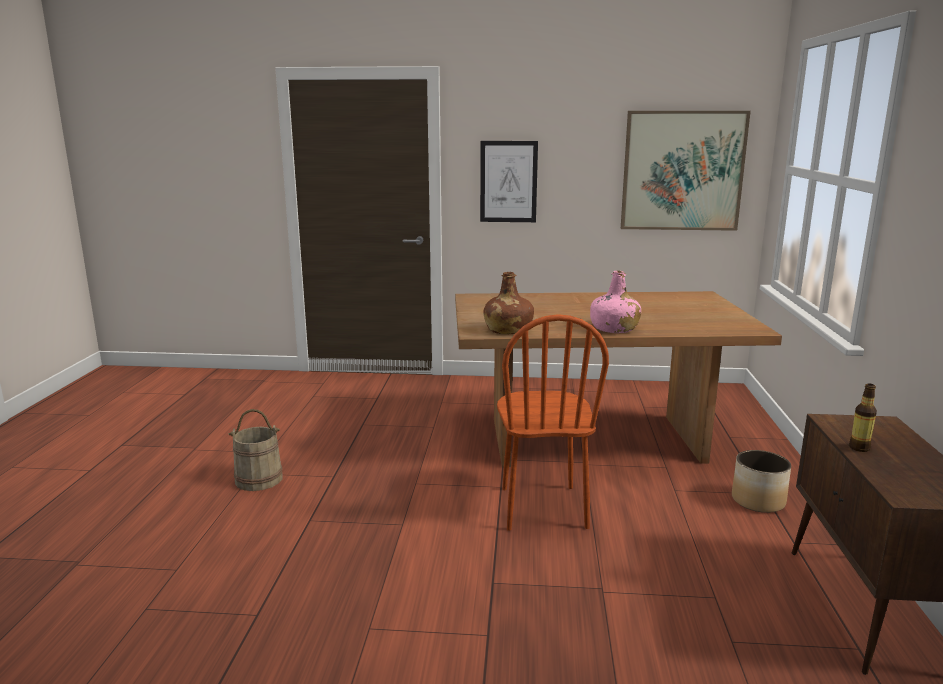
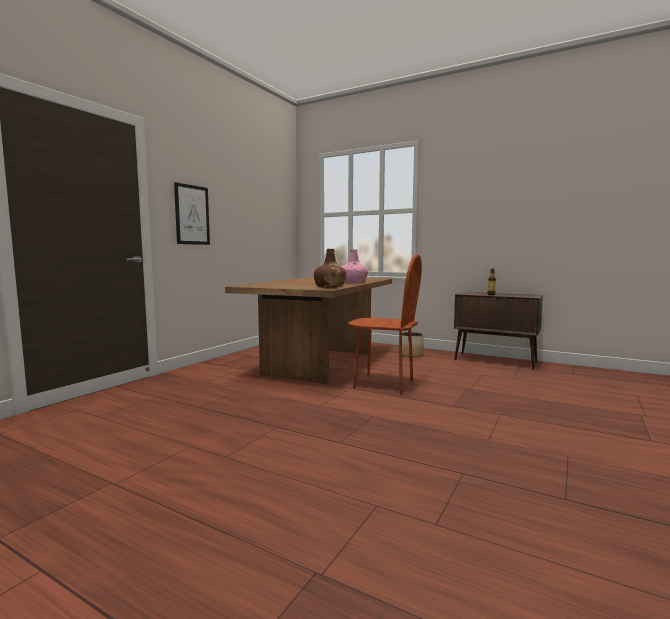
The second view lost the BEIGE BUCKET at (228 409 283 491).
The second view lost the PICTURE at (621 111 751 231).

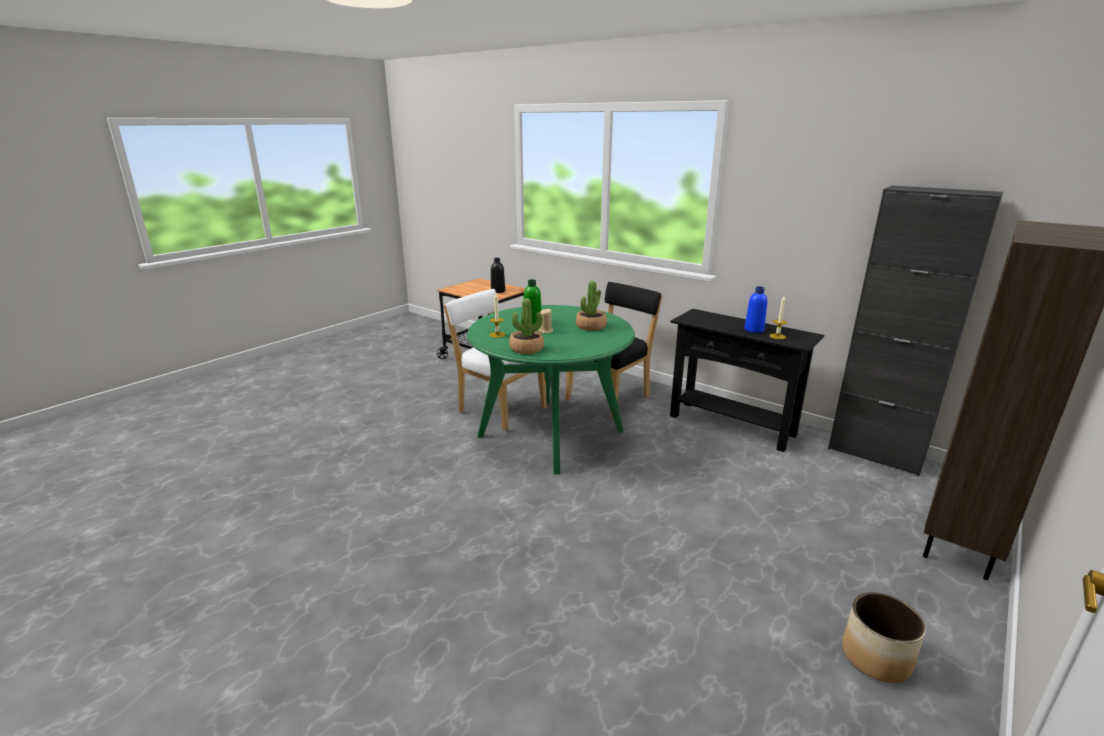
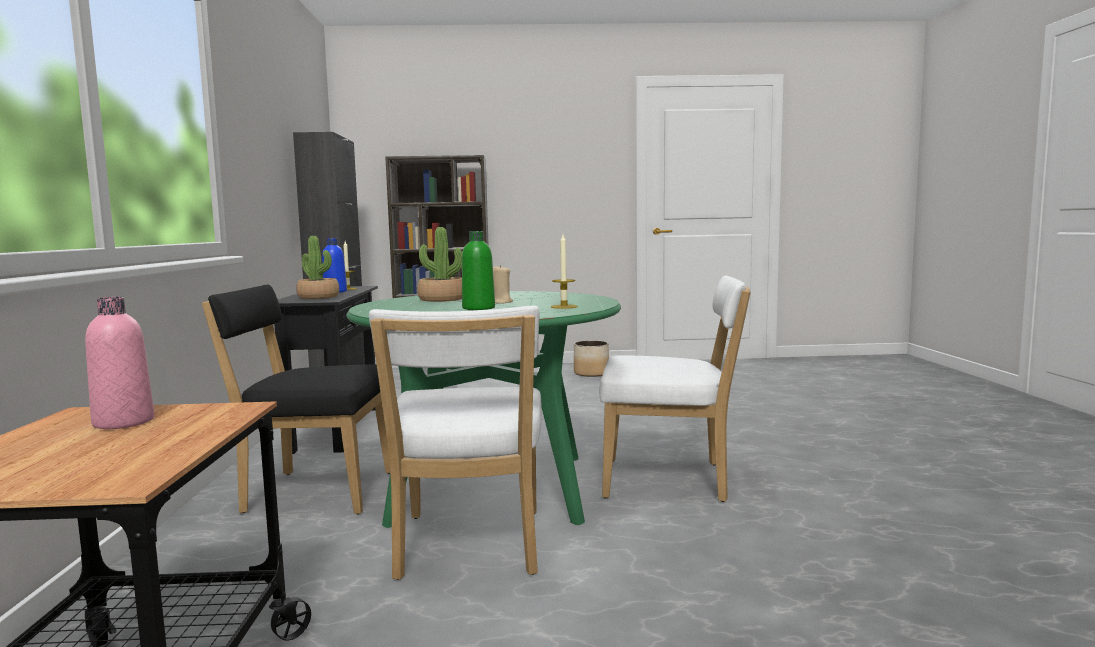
The second view gained the WHITE CHAIR at (599 275 751 502).
The POTTED PLANT ended up elsewhere, having gone from (509 298 544 354) to (296 236 339 299).
What was the BLACK BOTTLE at (491 258 505 293) turned into the PINK BOTTLE at (85 297 154 429).

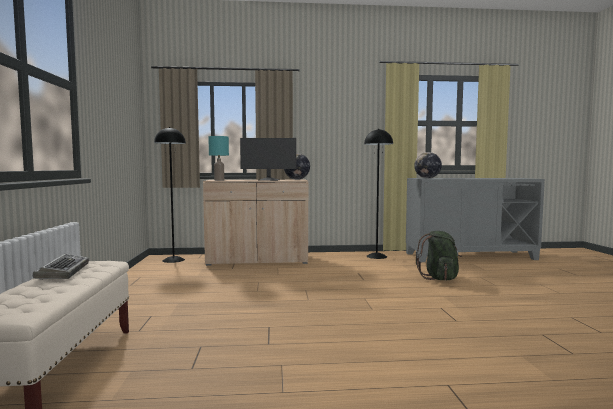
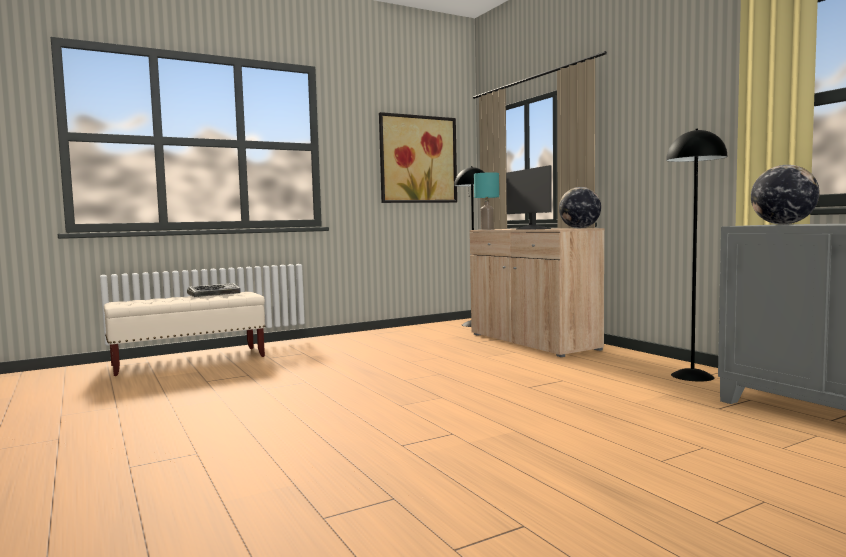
The second view lost the GREEN BACKPACK at (416 231 462 280).
The second view gained the PICTURE at (379 112 457 203).

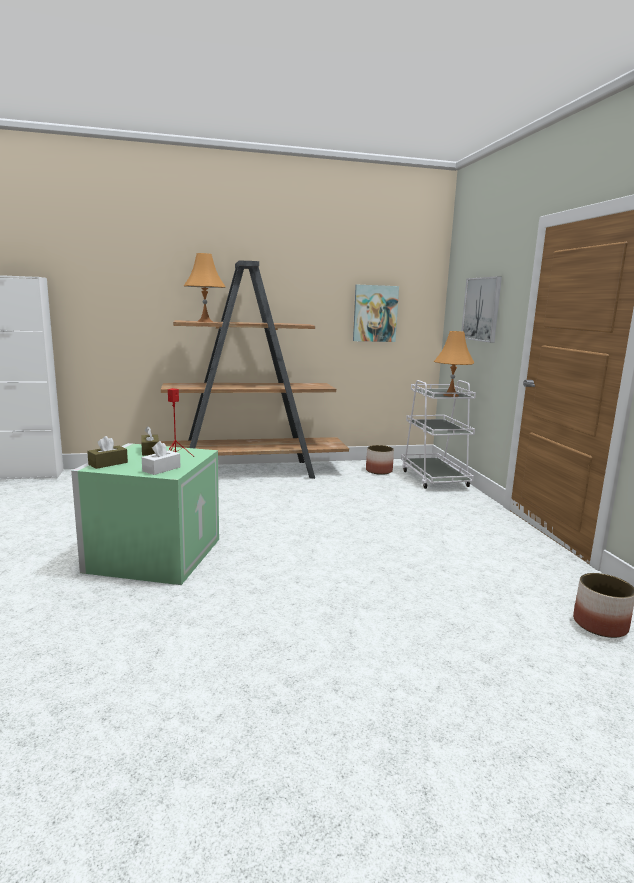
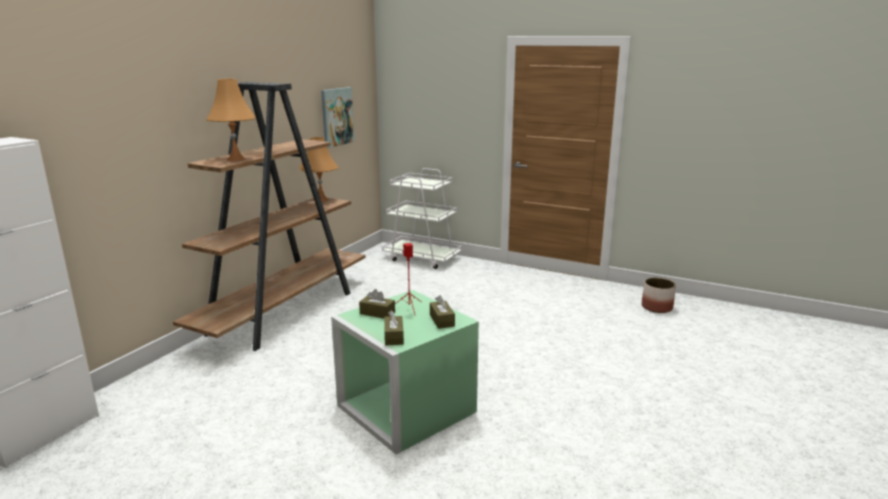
The second view lost the PLANTER at (366 445 394 475).
The second view lost the PICTURE at (462 276 502 343).
The ORANGE TABLE LAMP ended up elsewhere, having gone from (434 331 475 397) to (299 137 339 202).
What was the WHITE TISSUE BOX at (142 441 180 475) turned into the BROWN TISSUE BOX at (430 295 455 329).

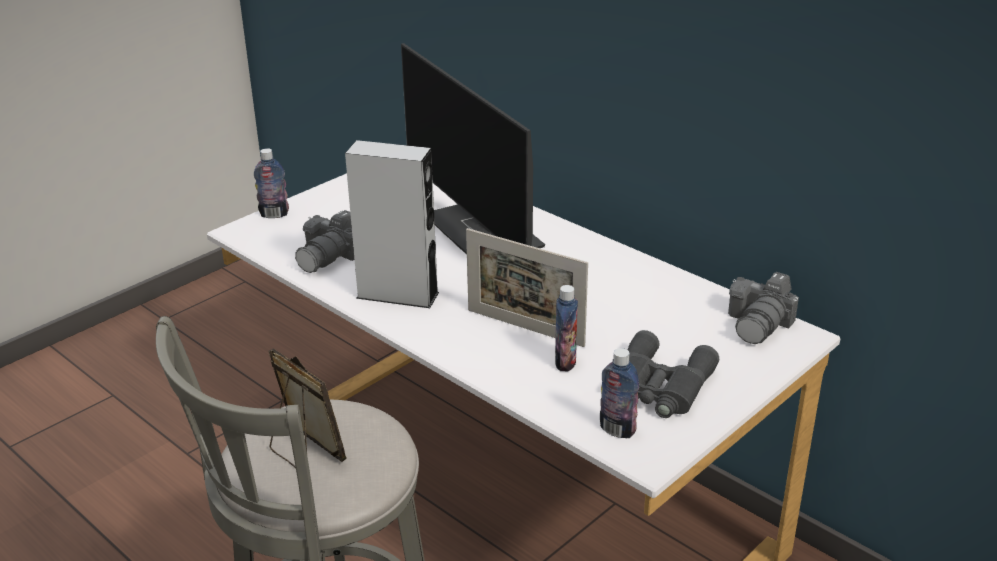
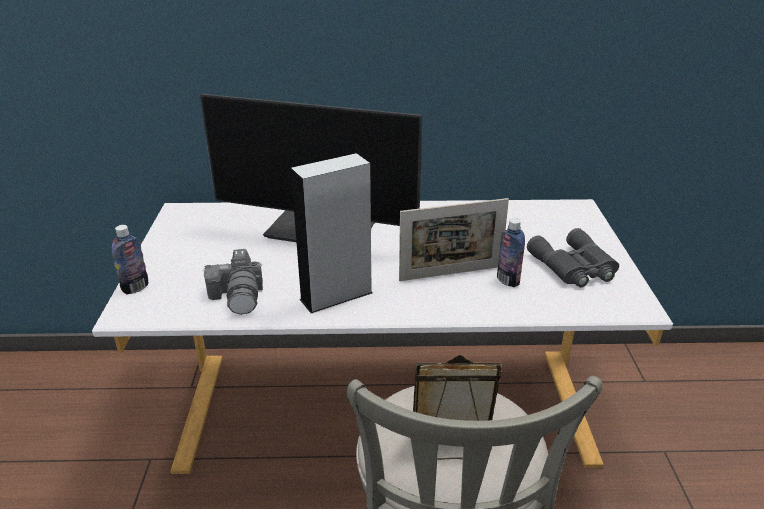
The second view lost the BOTTLE at (600 348 639 438).
The second view lost the PHOTO CAMERA at (728 272 799 344).

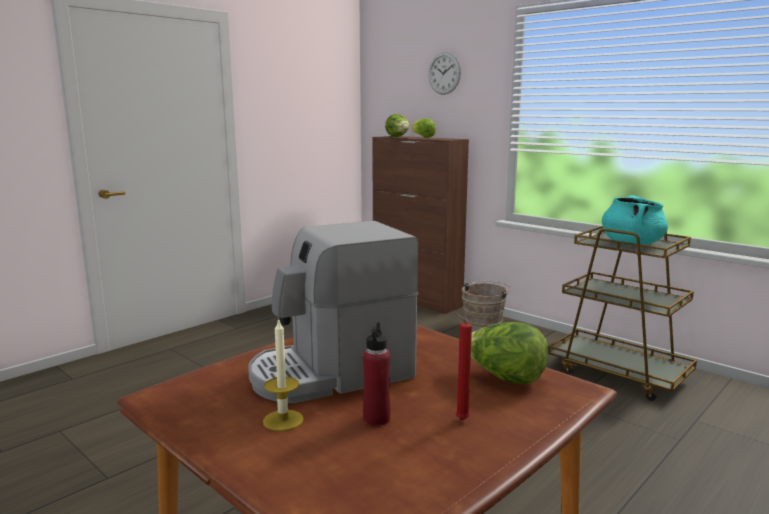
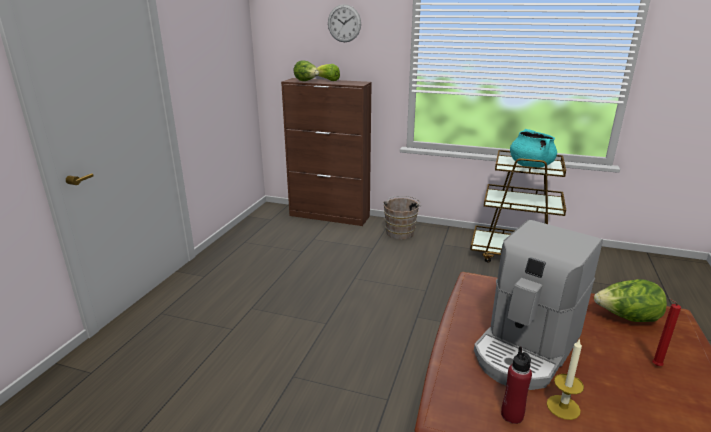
The RED BOTTLE ended up elsewhere, having gone from (363 322 391 426) to (501 347 532 424).

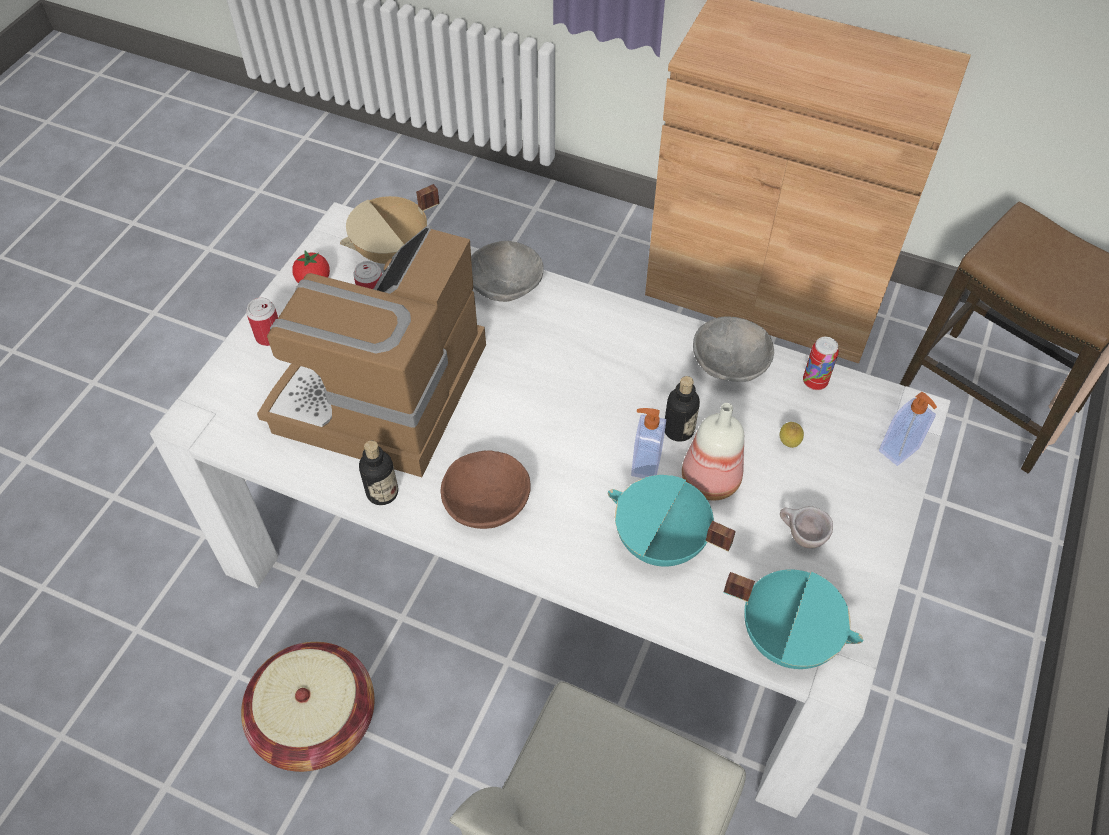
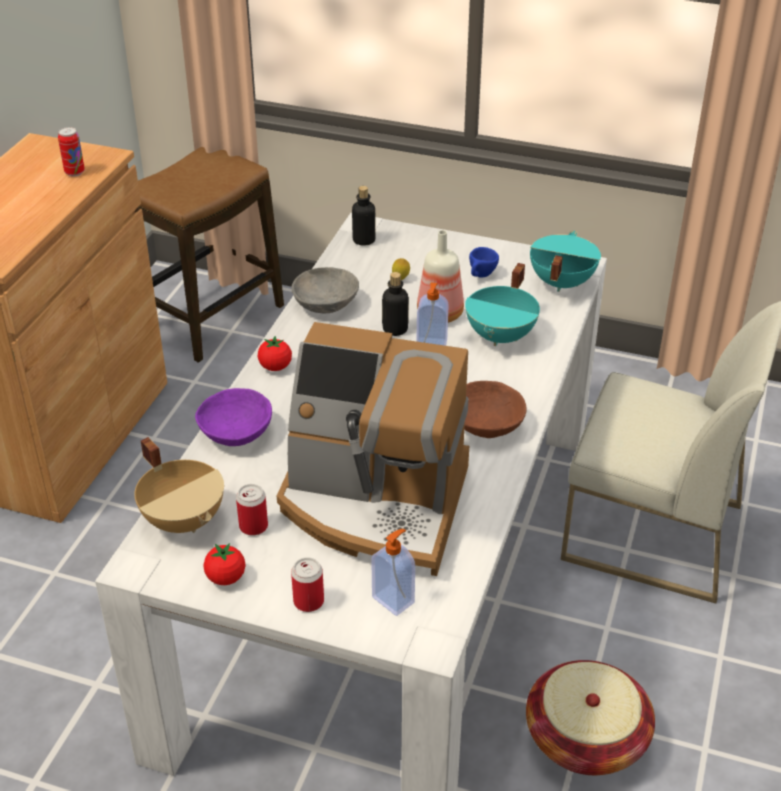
The second view gained the TOMATO at (258 336 292 371).
The BOTTLE ended up elsewhere, having gone from (359 440 398 505) to (352 186 376 246).
The CAN ended up elsewhere, having gone from (803 337 839 390) to (58 127 85 176).
The SOAP DISPENSER ended up elsewhere, having gone from (879 392 937 466) to (371 529 415 616).
What was the GREY BOWL at (471 241 544 302) turned into the PURPLE BOWL at (195 388 272 446).
What was the BEIGE CUP at (780 506 833 548) turned into the BLUE CUP at (469 247 499 277).

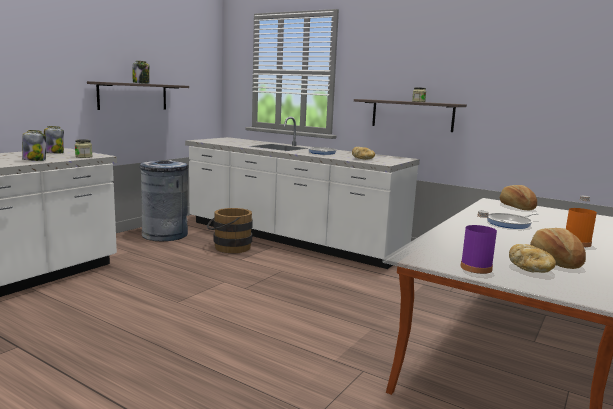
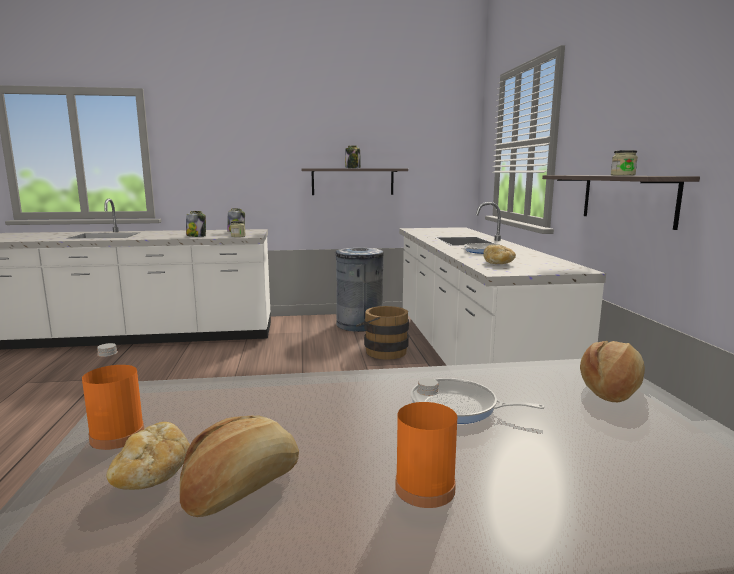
What was the PURPLE BOTTLE at (461 211 497 274) turned into the ORANGE BOTTLE at (82 343 144 450).

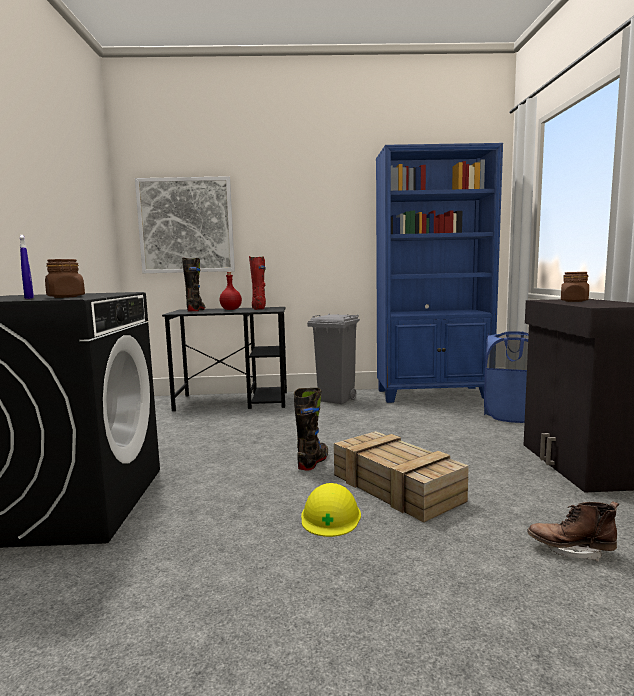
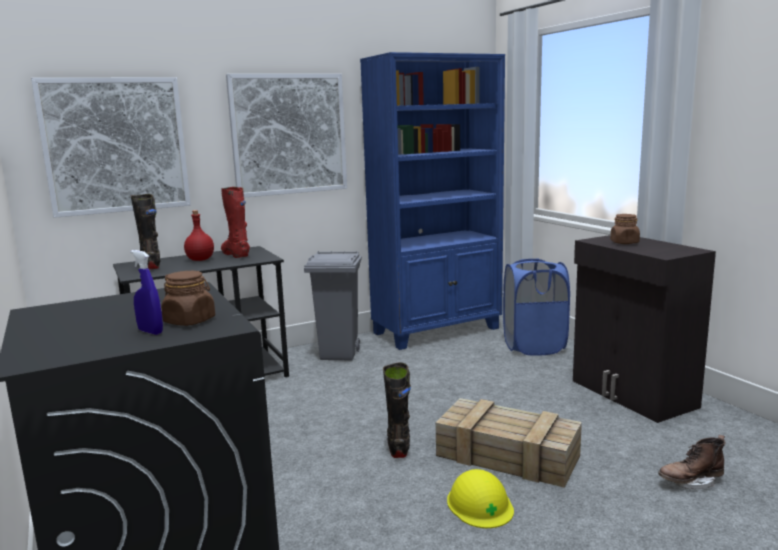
The second view gained the PICTURE at (226 74 347 198).

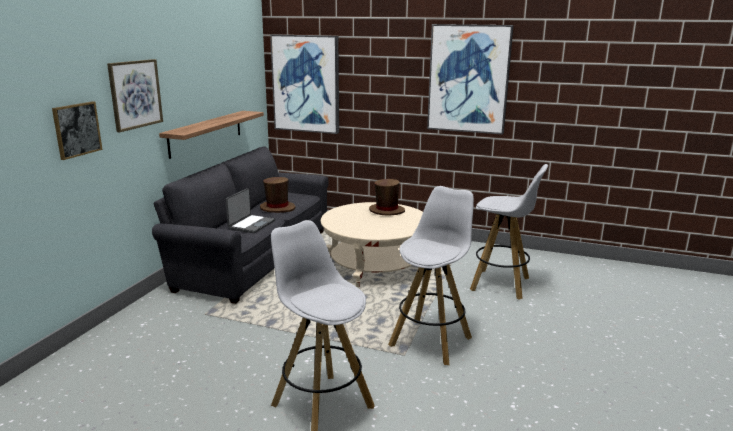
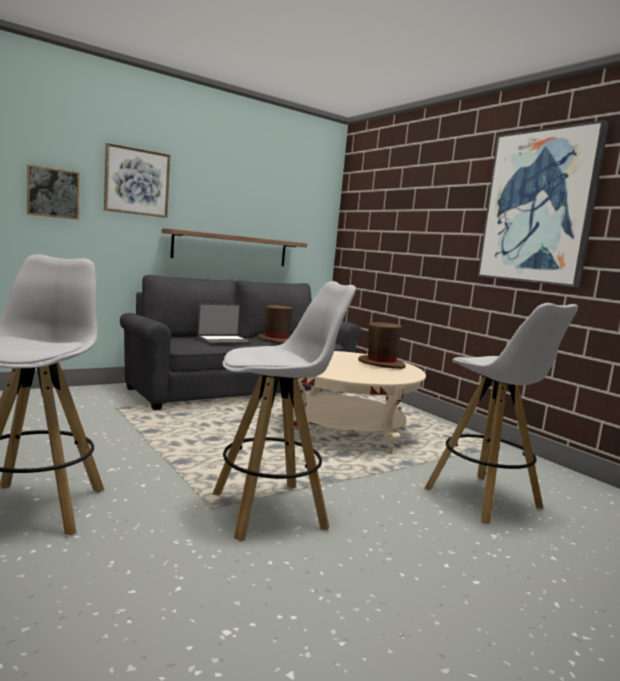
The second view lost the PICTURE at (270 34 339 134).

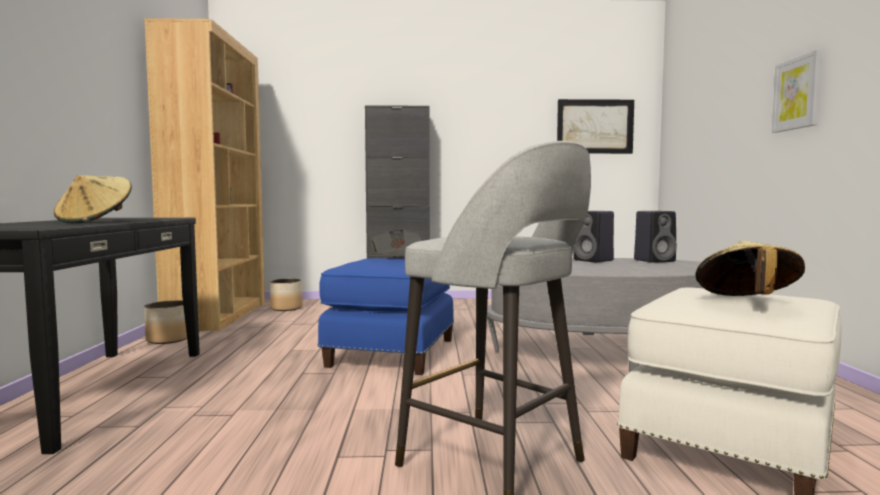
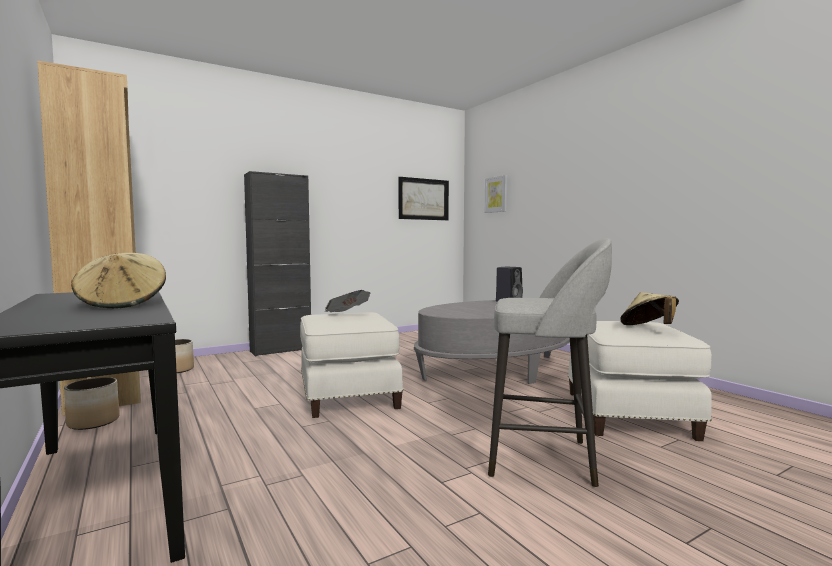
The second view lost the BLACK SPEAKER at (573 211 614 262).
The PICTURE ended up elsewhere, having gone from (772 50 822 133) to (485 175 507 213).
What was the BLUE OTTOMAN at (318 258 454 375) turned into the WHITE OTTOMAN at (300 312 404 418).

